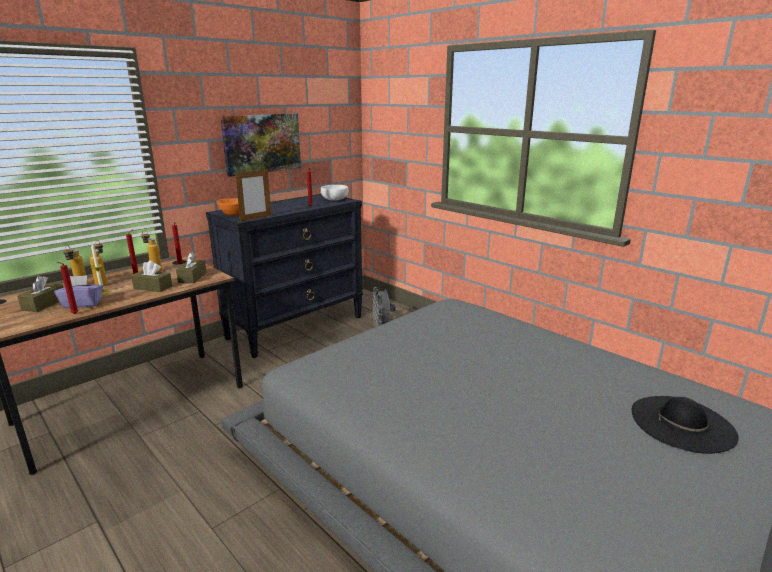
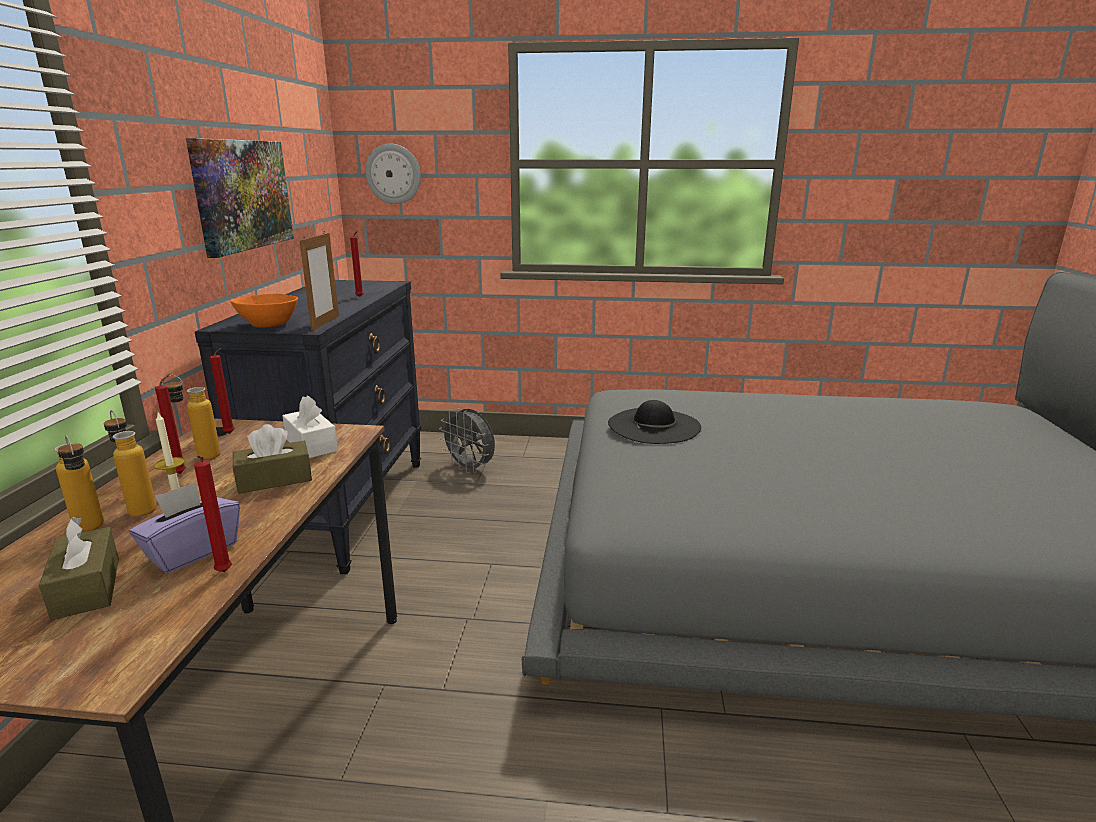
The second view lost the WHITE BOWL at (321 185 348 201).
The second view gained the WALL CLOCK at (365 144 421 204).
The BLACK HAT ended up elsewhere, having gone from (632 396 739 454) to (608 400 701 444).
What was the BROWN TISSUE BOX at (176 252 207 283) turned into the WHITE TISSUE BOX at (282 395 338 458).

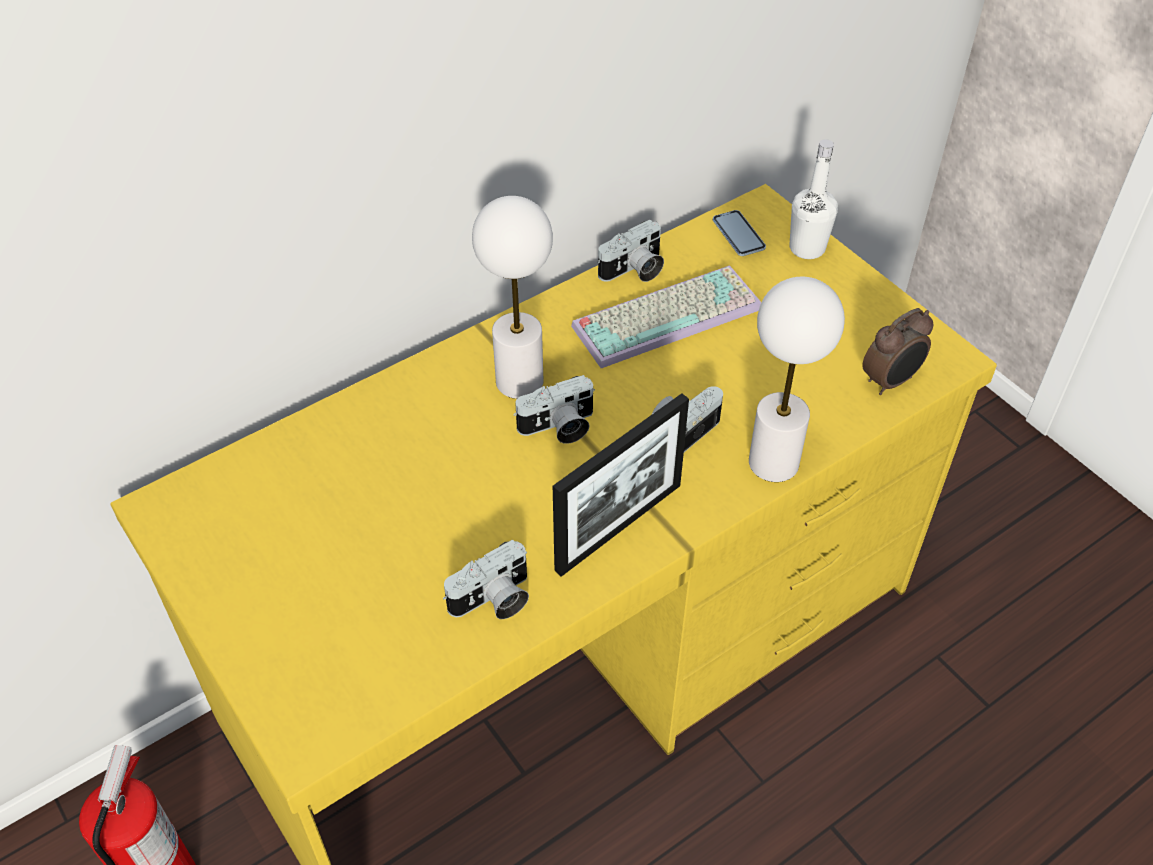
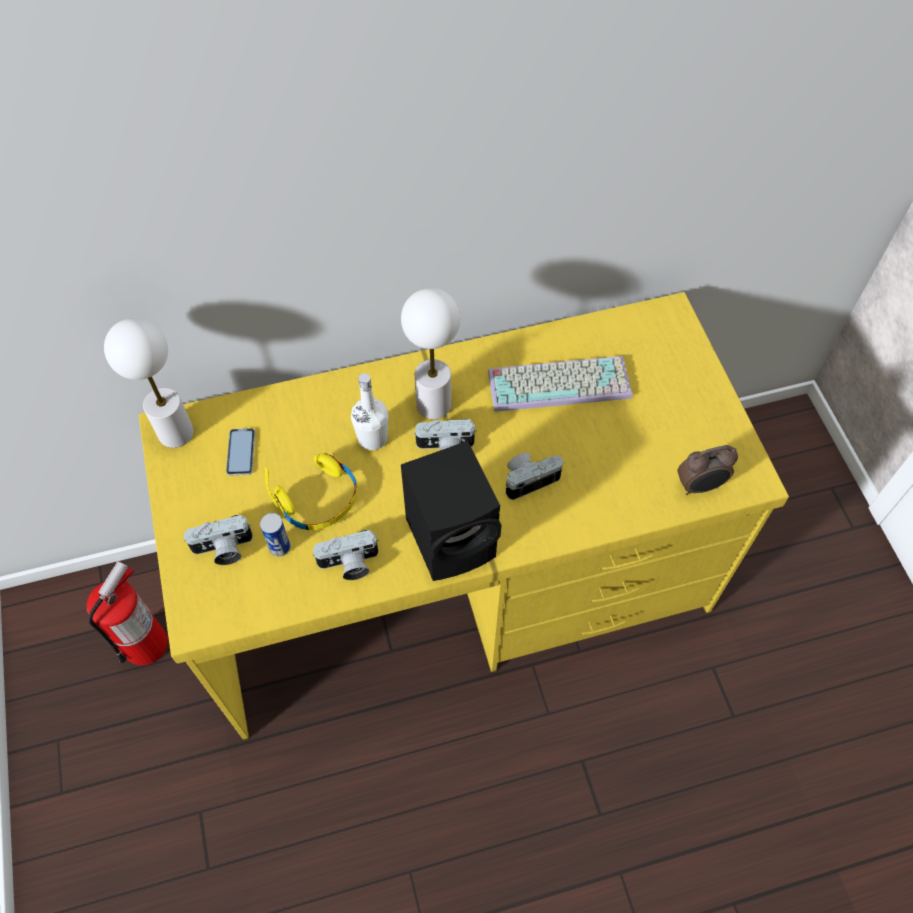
The second view gained the CAN at (260 513 290 557).
The second view gained the YELLOW HEADPHONES at (265 453 357 530).
The PHOTO CAMERA ended up elsewhere, having gone from (597 220 664 282) to (184 515 253 565).
The PHONE ended up elsewhere, having gone from (713 210 766 256) to (226 428 255 475).
The WHITE TABLE LAMP ended up elsewhere, having gone from (749 277 845 482) to (104 318 194 448).
The WHITE BOTTLE ended up elsewhere, having gone from (789 139 838 259) to (351 373 388 450).
Where the PICTURE FRAME stood at (553 393 689 577), the BLACK SPEAKER came to stand at (401 441 501 581).

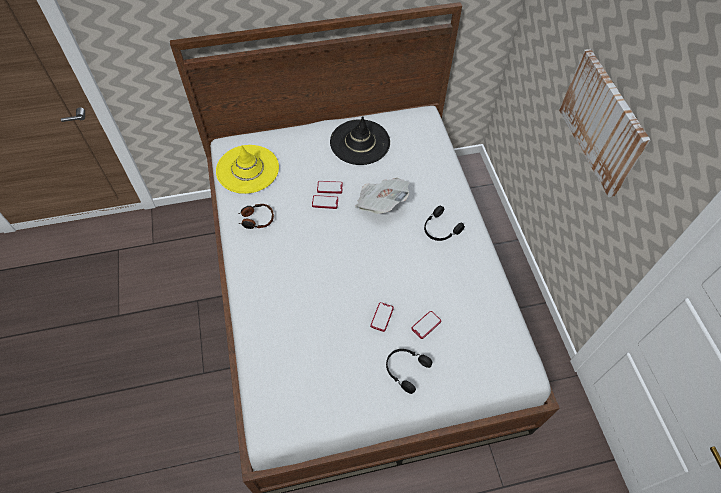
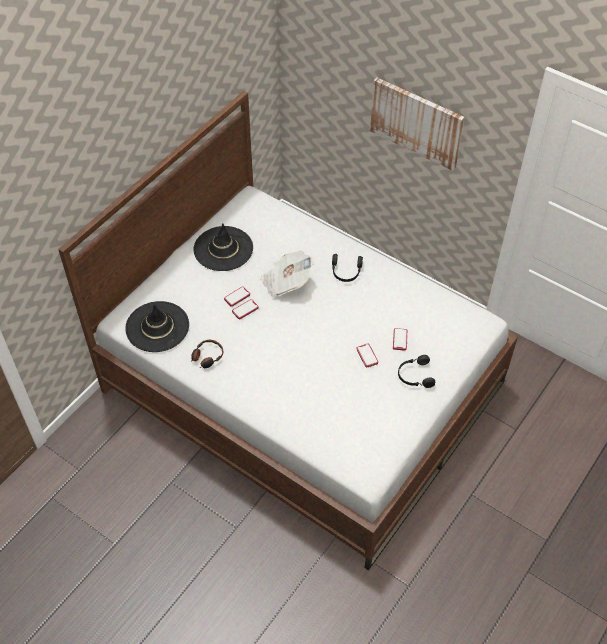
What was the YELLOW HAT at (216 145 279 194) turned into the BLACK HAT at (125 301 189 352).

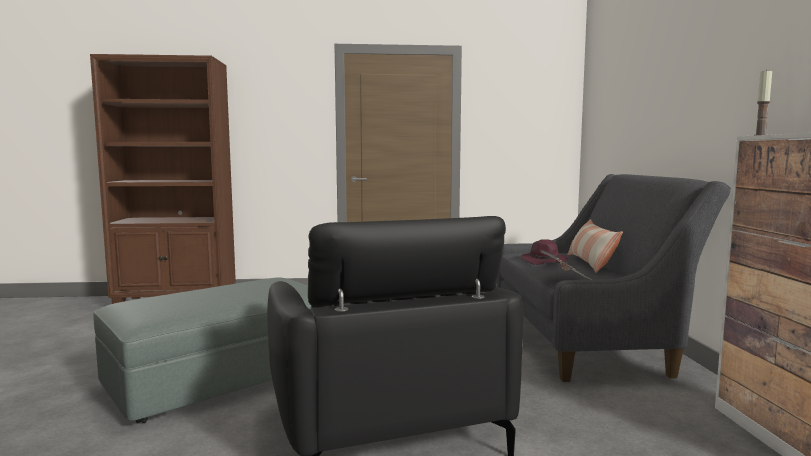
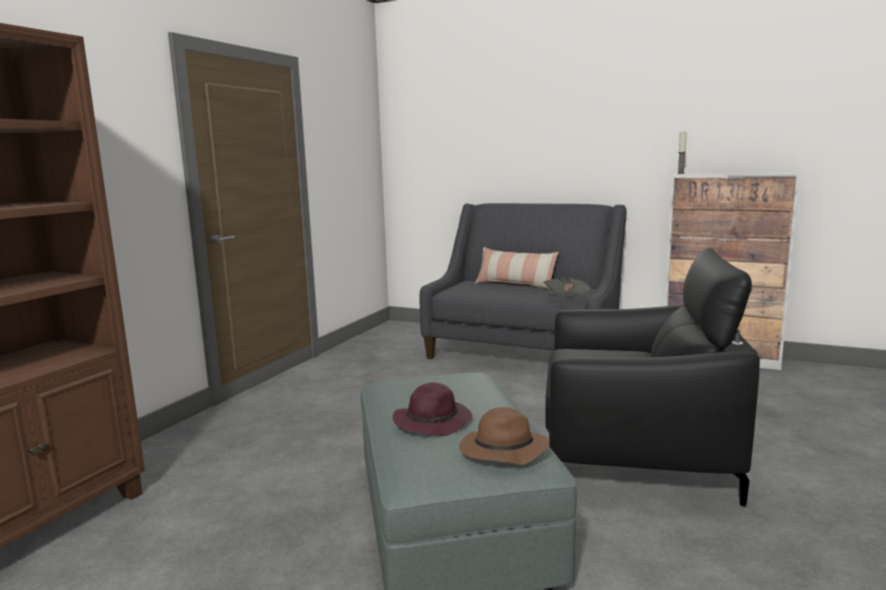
The second view gained the BROWN HAT at (459 407 549 465).
The PURPLE HAT ended up elsewhere, having gone from (521 239 568 265) to (393 382 472 436).

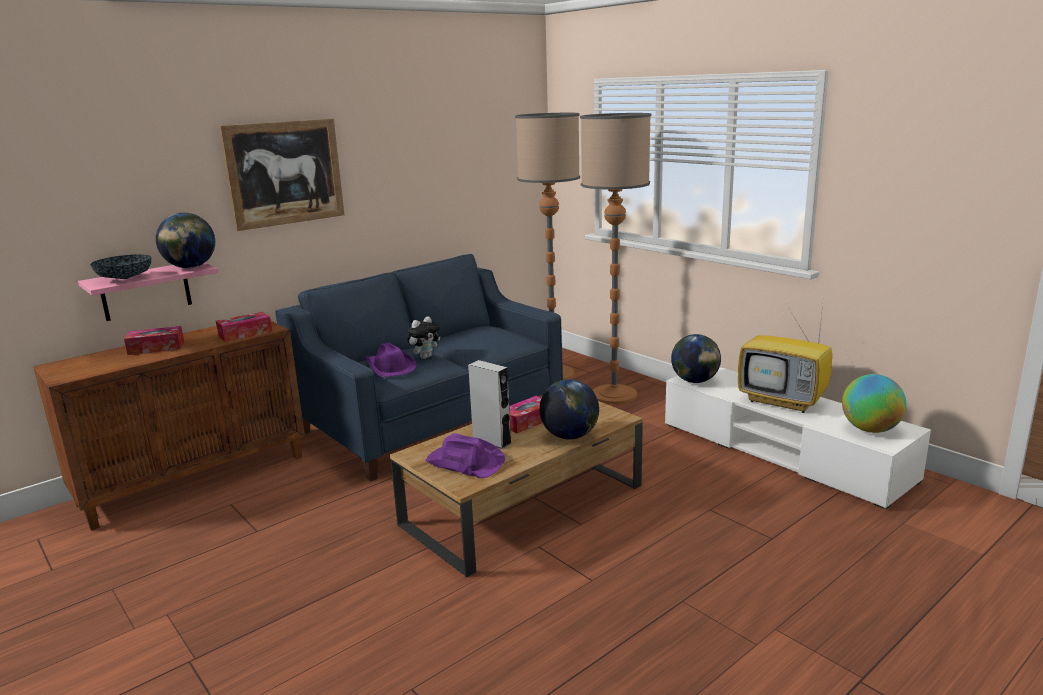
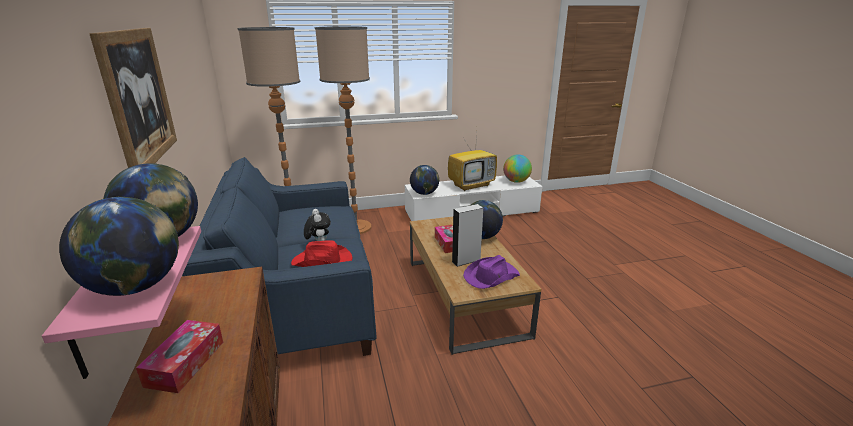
The second view lost the TISSUE BOX at (216 312 272 342).
Where the BOWL stood at (90 255 151 279), the GLOBE came to stand at (59 197 179 296).
What was the PURPLE HAT at (365 343 416 377) turned into the RED HAT at (291 240 353 267).

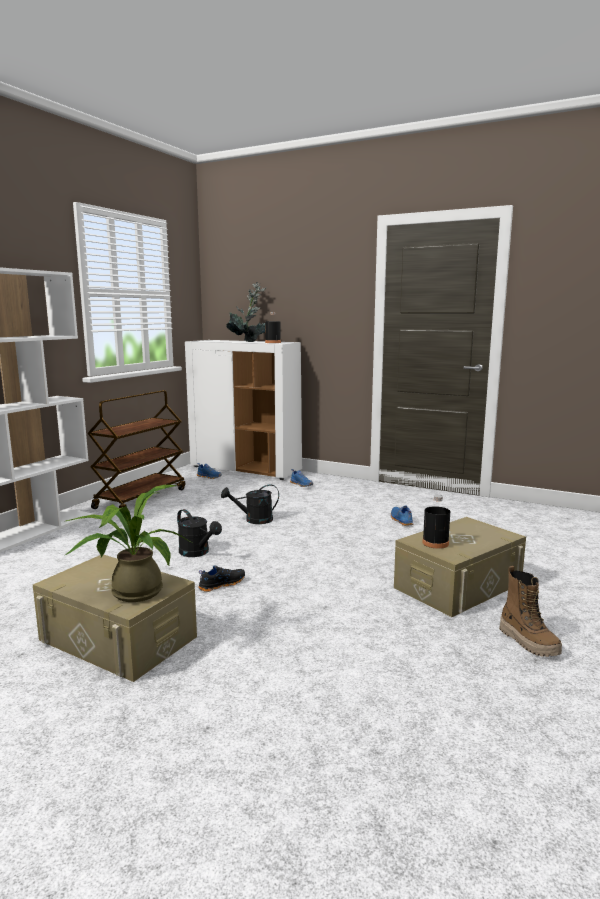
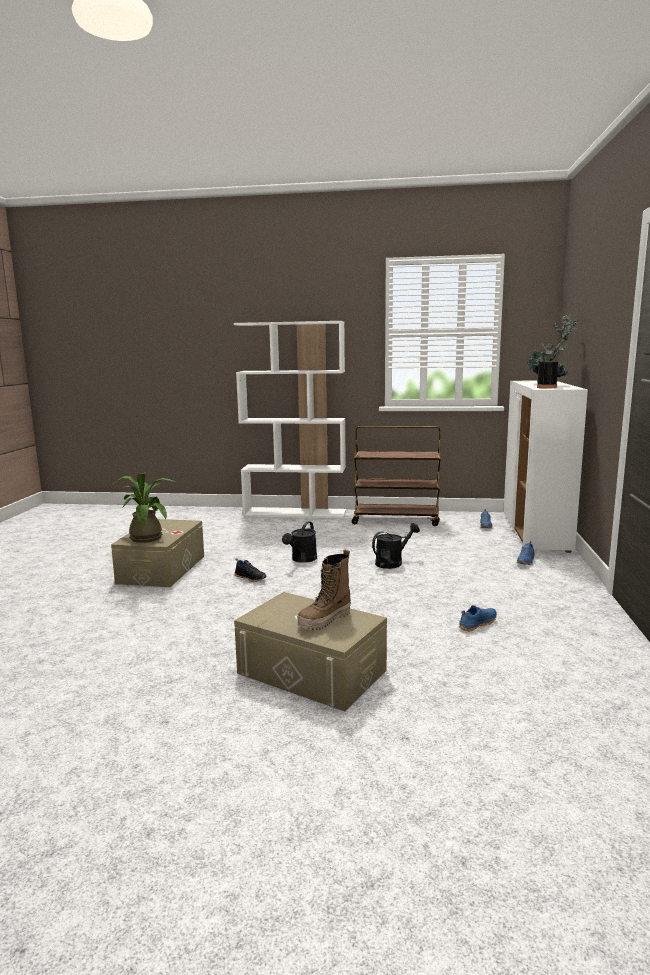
The second view lost the BLACK BOTTLE at (422 495 450 549).
The BOOT ended up elsewhere, having gone from (499 566 562 657) to (298 550 351 631).
The BLACK WATERING CAN at (221 484 279 524) ended up facing another way, 90 degrees clockwise from before.

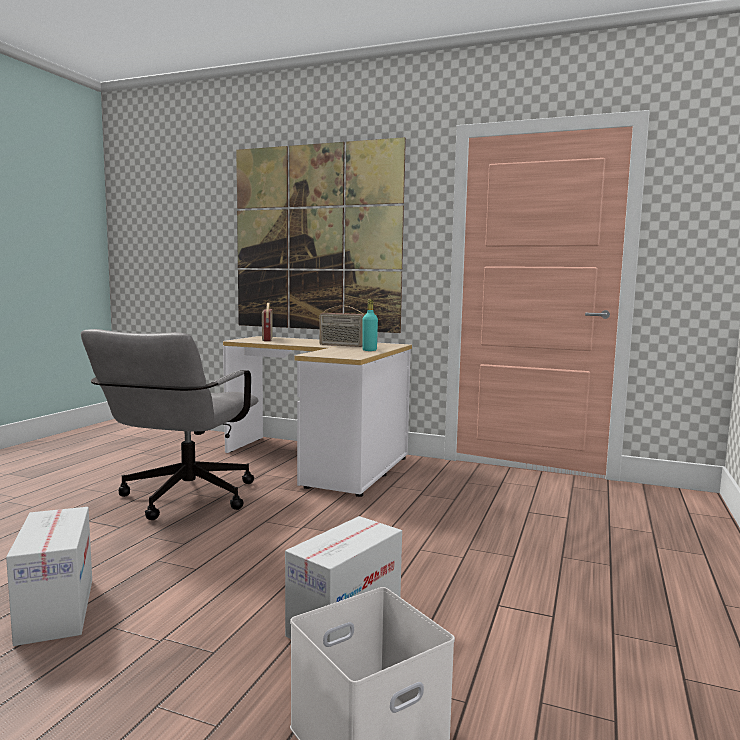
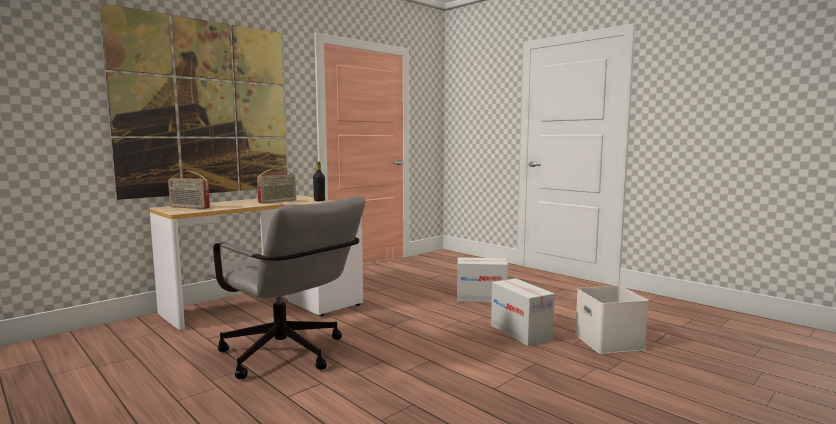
The CARDBOARD BOX ended up elsewhere, having gone from (6 507 92 646) to (457 257 508 302).
What was the TURQUOISE BOTTLE at (362 299 378 351) turned into the BLACK BOTTLE at (313 162 325 201).

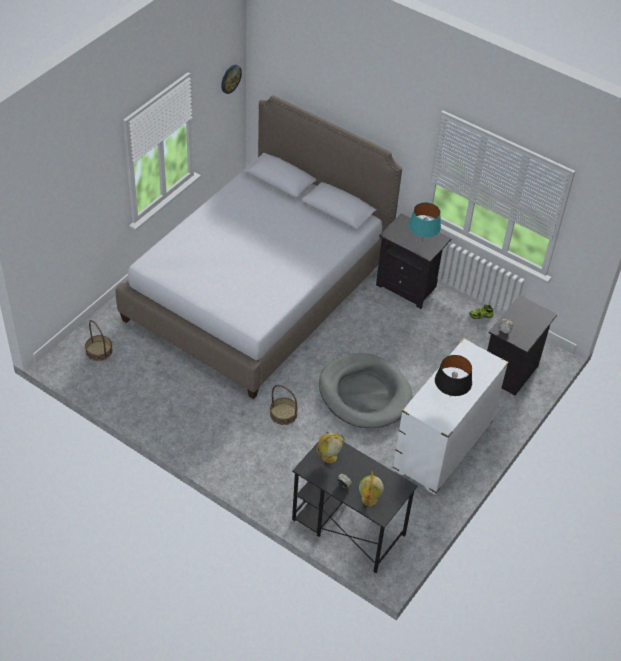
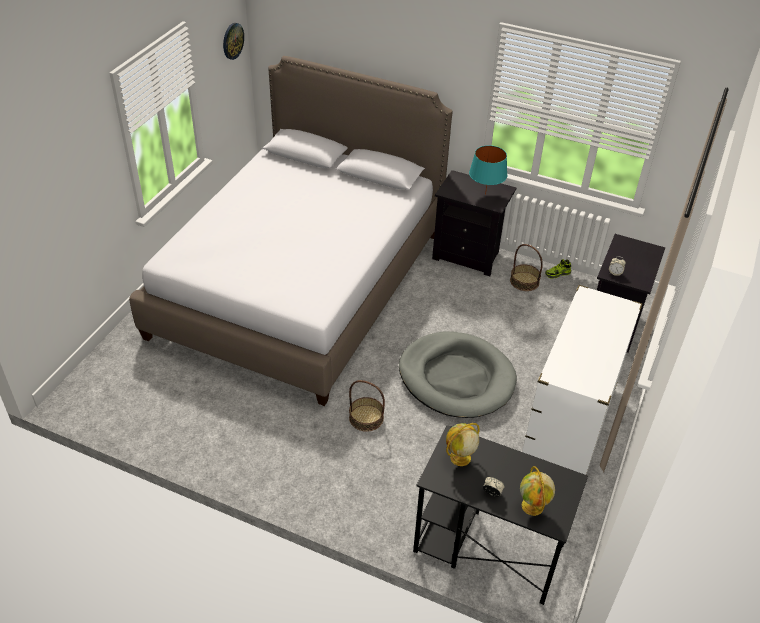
The second view lost the BLACK TABLE LAMP at (435 355 472 397).
The BASKET ended up elsewhere, having gone from (85 320 113 361) to (510 244 543 291).

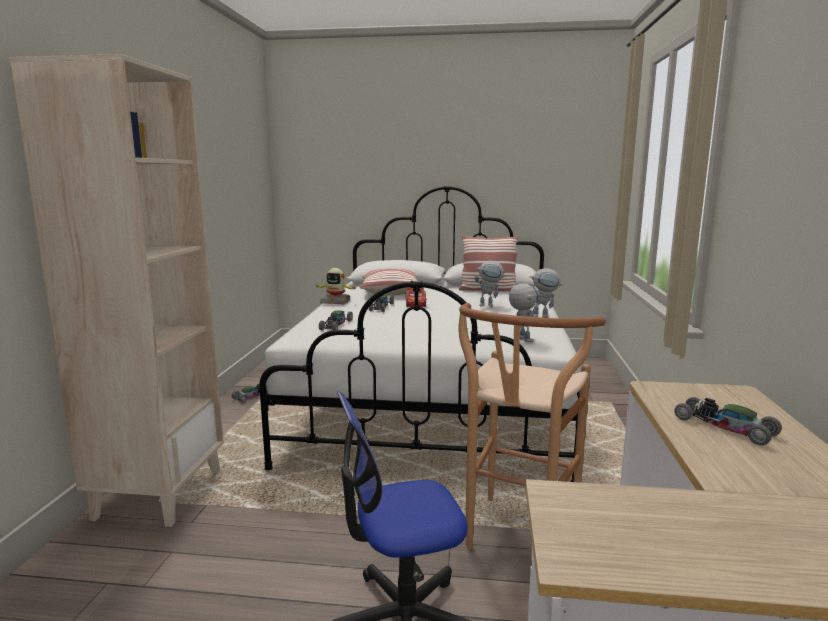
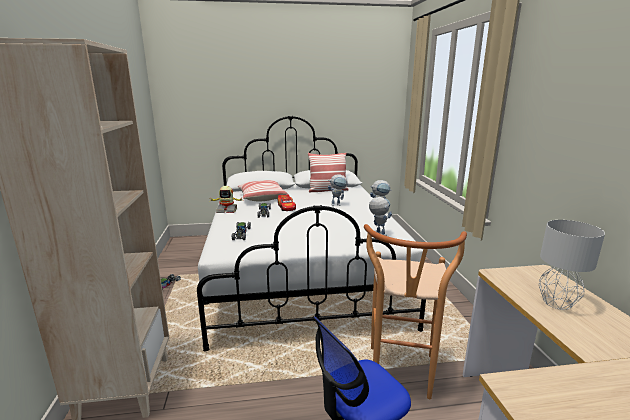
Where the TOY CAR stood at (674 397 782 445), the GREY TABLE LAMP came to stand at (539 220 605 310).

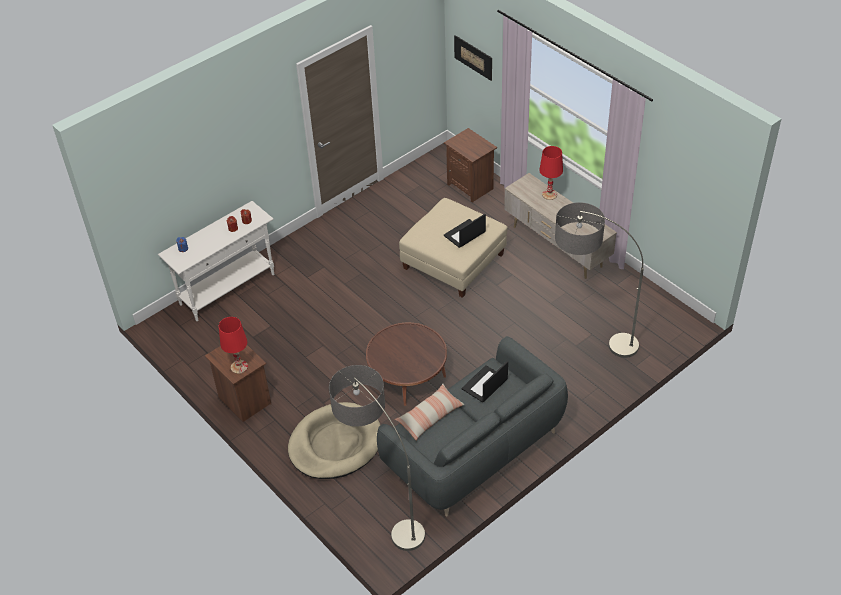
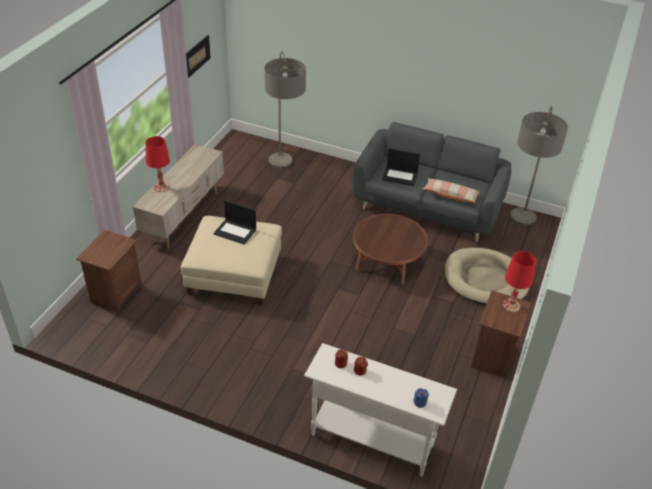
The PICTURE ended up elsewhere, having gone from (454 35 492 81) to (186 35 211 78).

